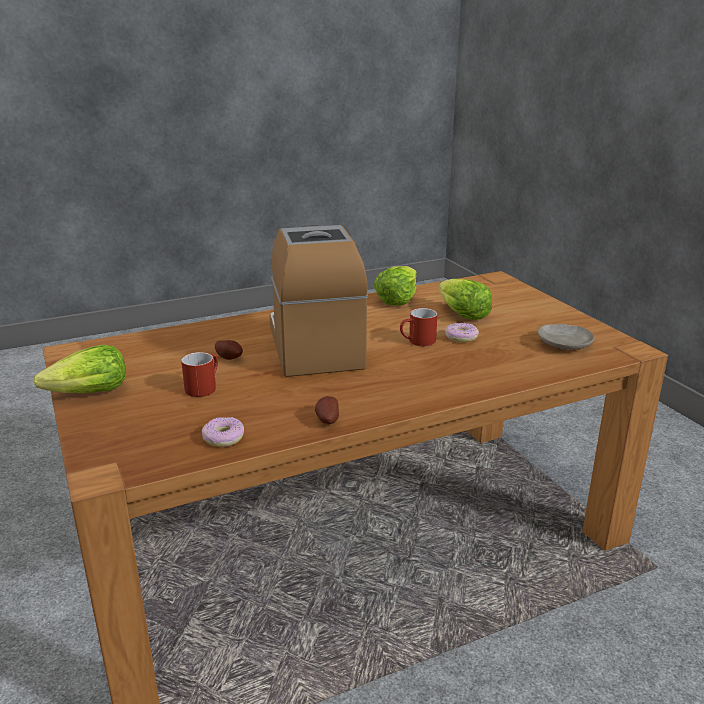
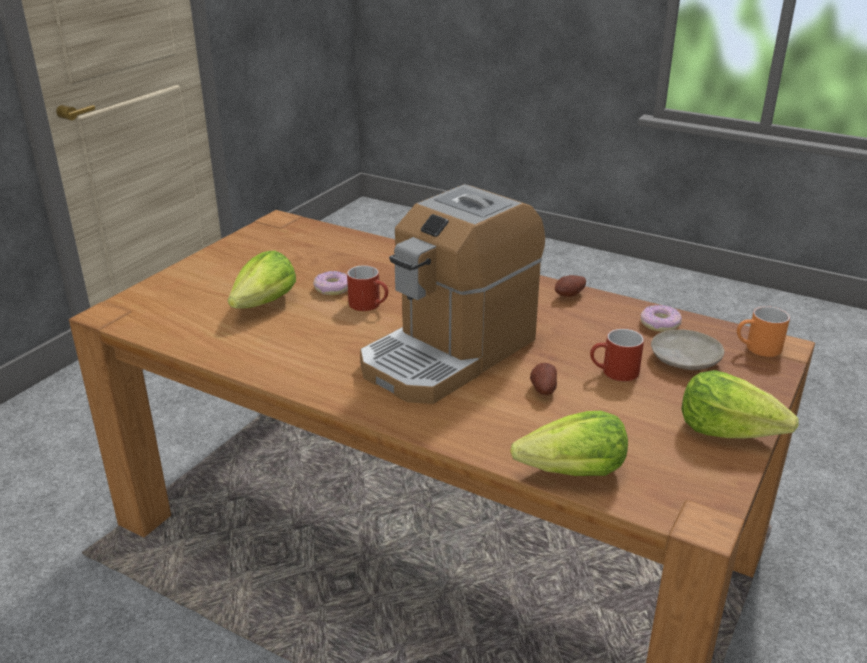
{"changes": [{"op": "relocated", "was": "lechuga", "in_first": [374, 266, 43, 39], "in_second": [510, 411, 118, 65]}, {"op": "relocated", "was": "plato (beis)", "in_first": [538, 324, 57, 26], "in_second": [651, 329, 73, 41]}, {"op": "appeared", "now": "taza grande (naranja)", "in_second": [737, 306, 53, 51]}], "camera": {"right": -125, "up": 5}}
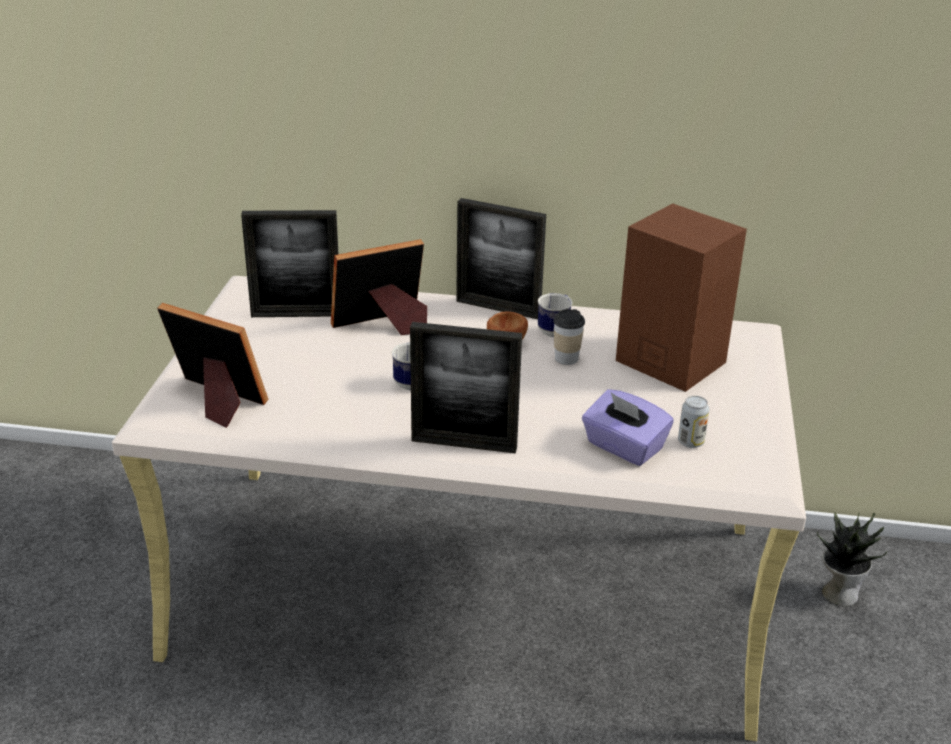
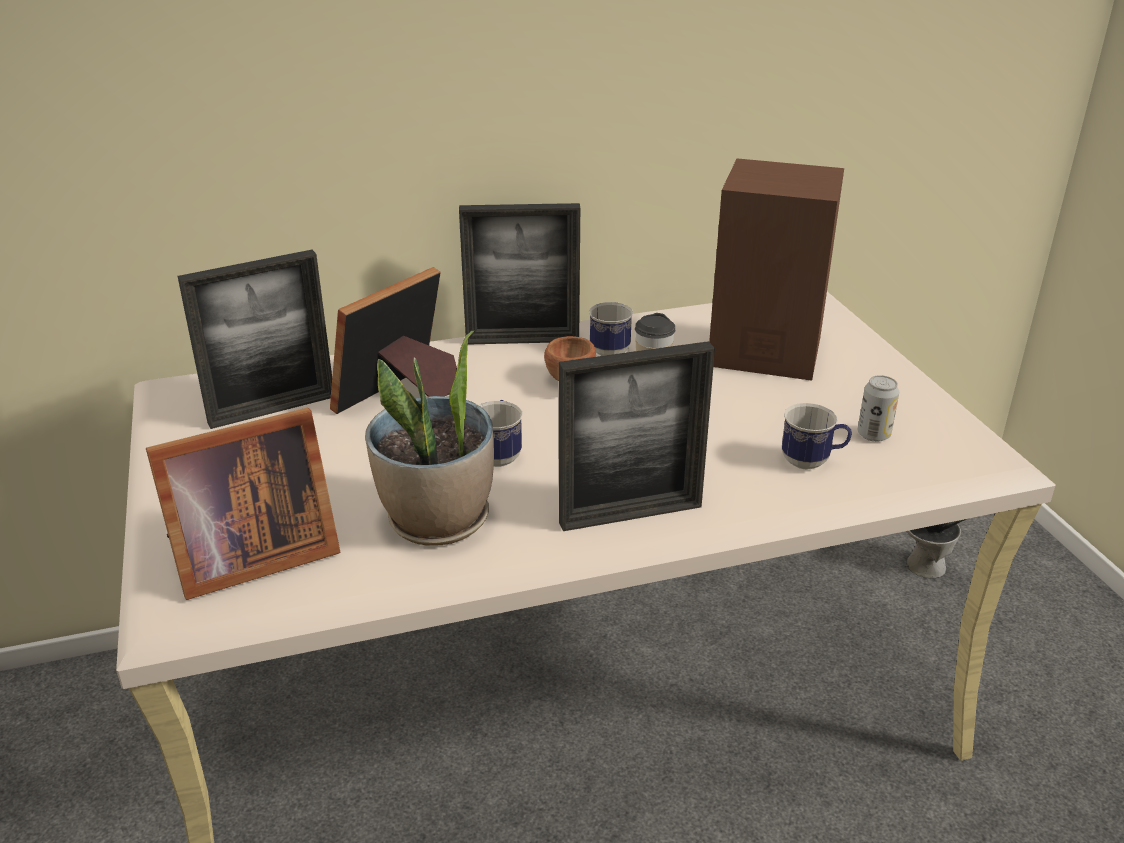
{"changes": [{"op": "spun", "was": "portarretratos", "in_first": [157, 303, 111, 125], "in_second": [146, 408, 195, 192], "clockwise": 150}, {"op": "exchanged", "was": "caja de pañuelos (morado)", "now": "taza grande", "in_first": [582, 389, 92, 77], "in_second": [782, 403, 70, 66]}, {"op": "appeared", "now": "planta en maceta", "in_second": [365, 331, 129, 215]}], "camera": {"right": -25, "up": 0}}
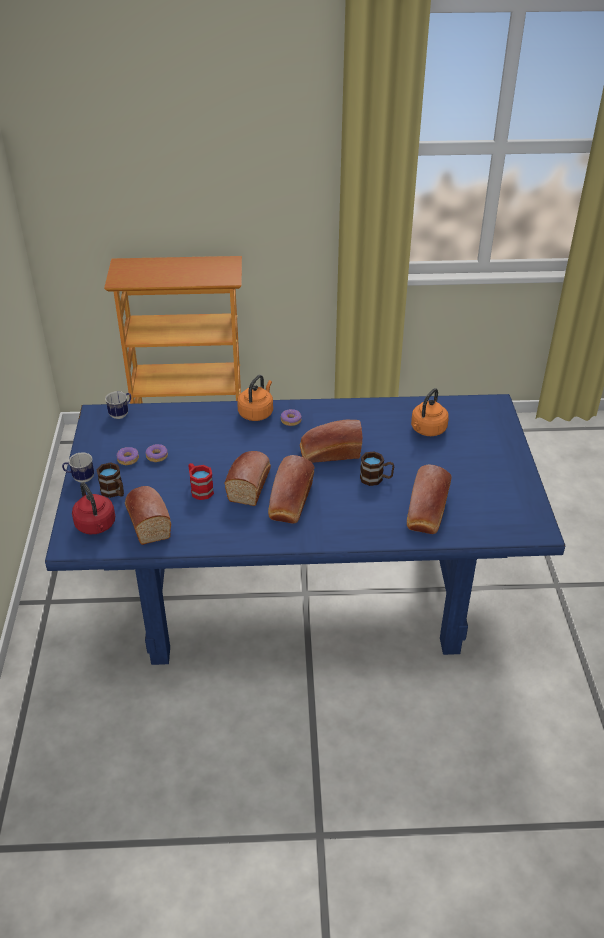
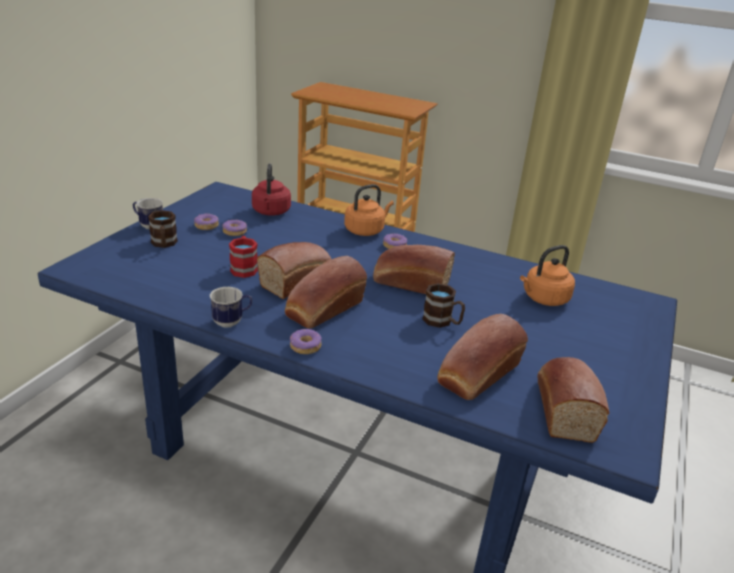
{"changes": [{"op": "relocated", "was": "hervidor (rojo)", "in_first": [72, 482, 43, 52], "in_second": [252, 164, 39, 52]}, {"op": "relocated", "was": "taza grande", "in_first": [105, 391, 26, 28], "in_second": [210, 287, 42, 41]}, {"op": "relocated", "was": "pan", "in_first": [125, 486, 46, 59], "in_second": [537, 357, 72, 86]}, {"op": "appeared", "now": "rosquilla", "in_second": [290, 329, 32, 25]}], "camera": {"right": 25, "up": -10}}
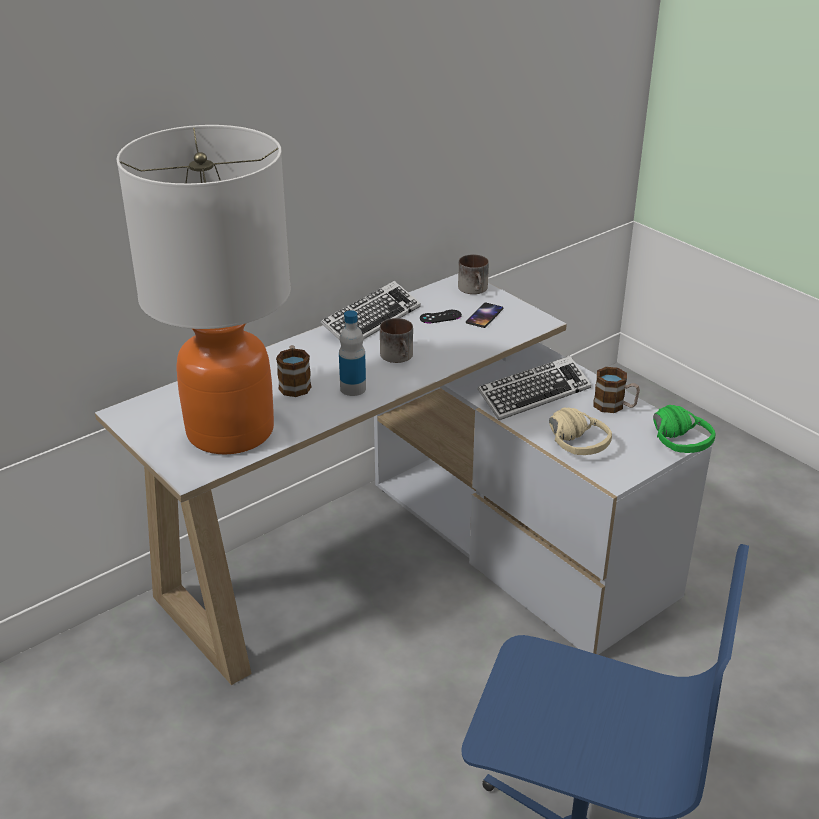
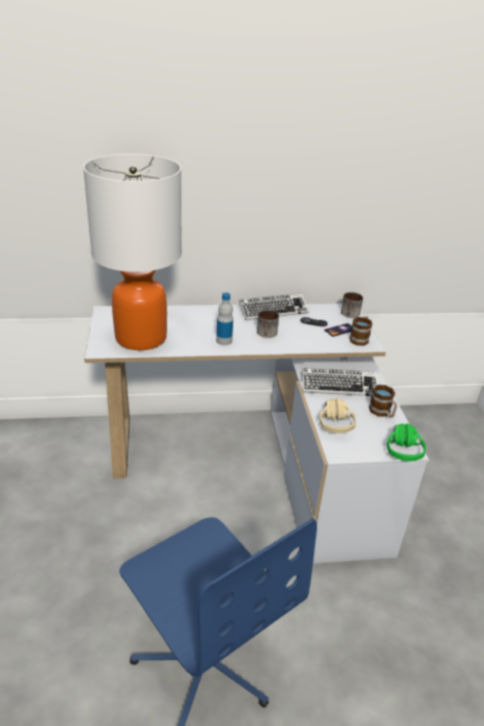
{"changes": [{"op": "relocated", "was": "taza grande", "in_first": [276, 345, 35, 52], "in_second": [350, 316, 22, 30]}], "camera": {"right": 30, "up": 0}}
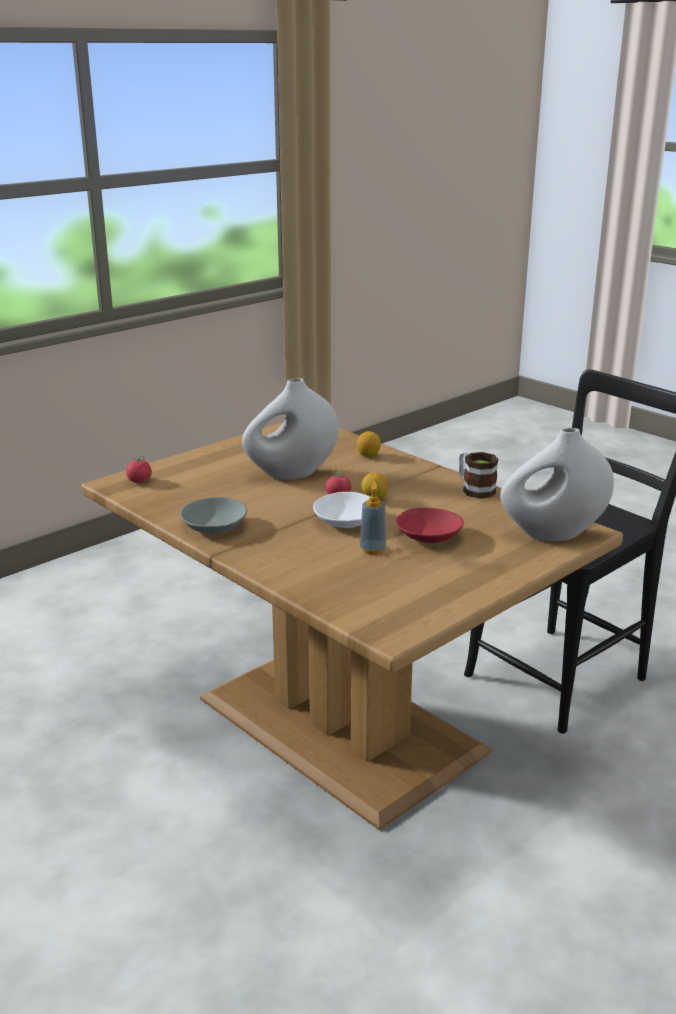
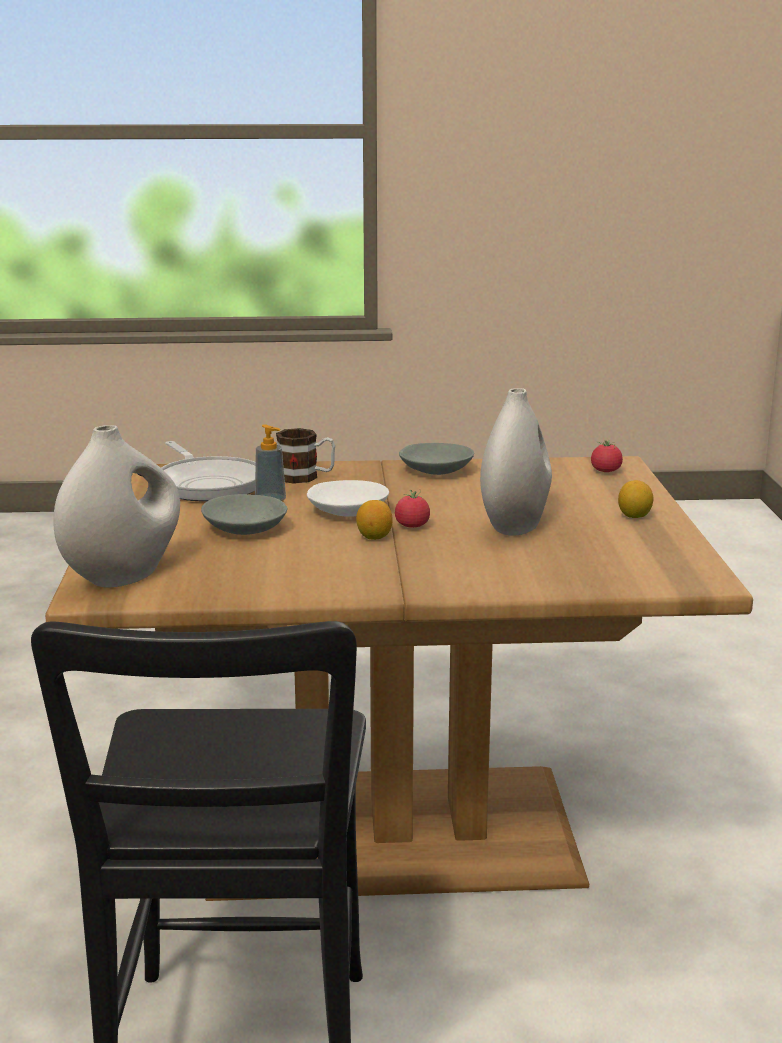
{"changes": [{"op": "relocated", "was": "limón", "in_first": [357, 431, 24, 26], "in_second": [618, 480, 35, 38]}, {"op": "colour", "was": "cuenco (rojo)", "now": "cuenco (gris)", "in_first": [395, 507, 69, 36], "in_second": [201, 494, 86, 41]}, {"op": "relocated", "was": "taza grande", "in_first": [459, 452, 40, 47], "in_second": [276, 428, 59, 56]}, {"op": "appeared", "now": "sartén", "in_second": [161, 441, 95, 61]}], "camera": {"right": 130, "up": -5}}
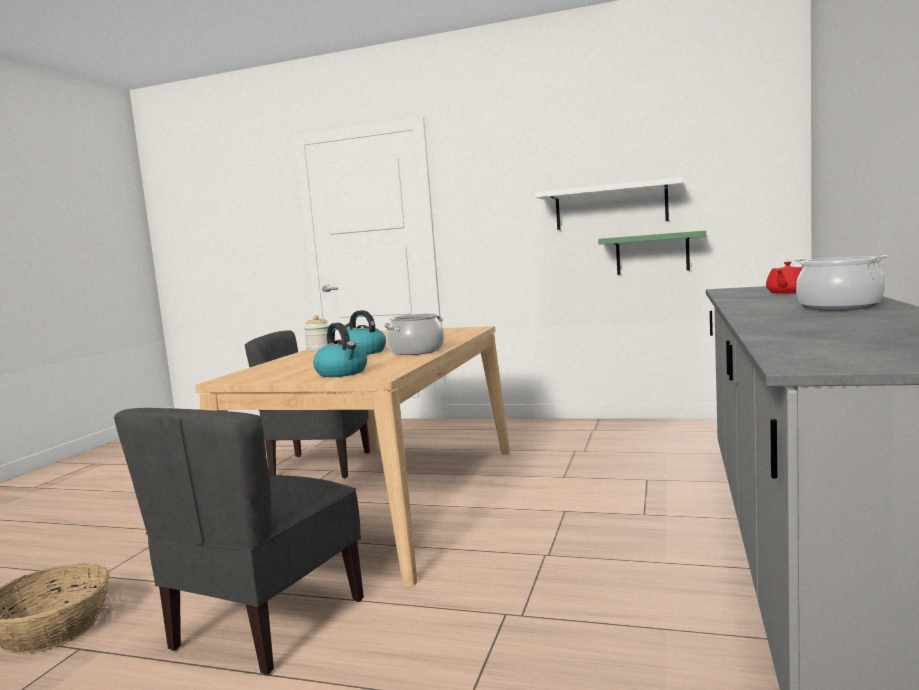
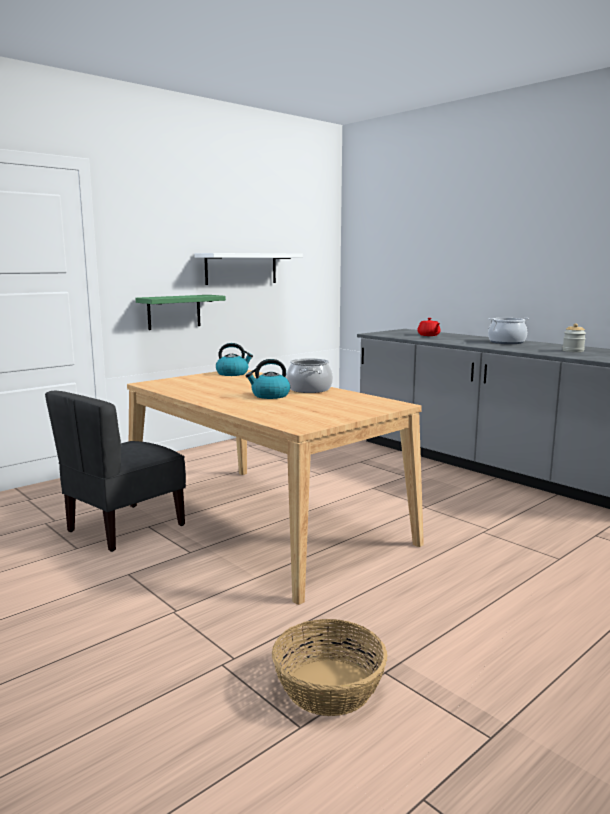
{"changes": [{"op": "missing", "was": "silla (gris)", "in_first": [114, 408, 250, 267]}, {"op": "relocated", "was": "tarro", "in_first": [304, 315, 26, 36], "in_second": [563, 323, 23, 29]}, {"op": "relocated", "was": "hervidor", "in_first": [313, 323, 54, 54], "in_second": [216, 343, 37, 33]}, {"op": "relocated", "was": "estante (verde)", "in_first": [598, 230, 108, 45], "in_second": [135, 295, 91, 35]}], "camera": {"right": -60, "up": 5}}
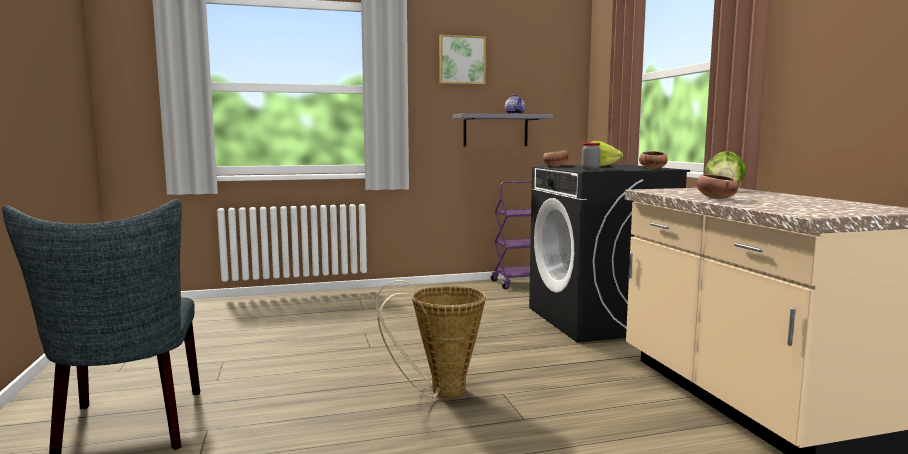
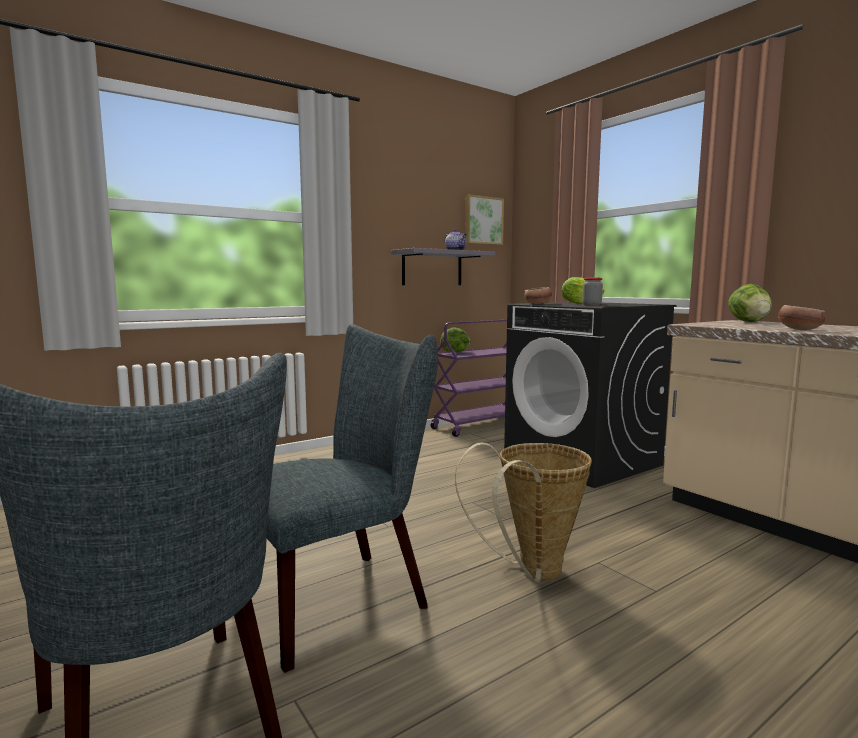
{"changes": [{"op": "relocated", "was": "cuadro", "in_first": [439, 34, 47, 51], "in_second": [465, 194, 39, 51]}, {"op": "missing", "was": "cuenco", "in_first": [639, 151, 29, 18]}, {"op": "appeared", "now": "silla (gris)", "in_second": [267, 324, 171, 349]}, {"op": "appeared", "now": "lechuga", "in_second": [440, 327, 30, 25]}], "camera": {"right": -20, "up": 0}}
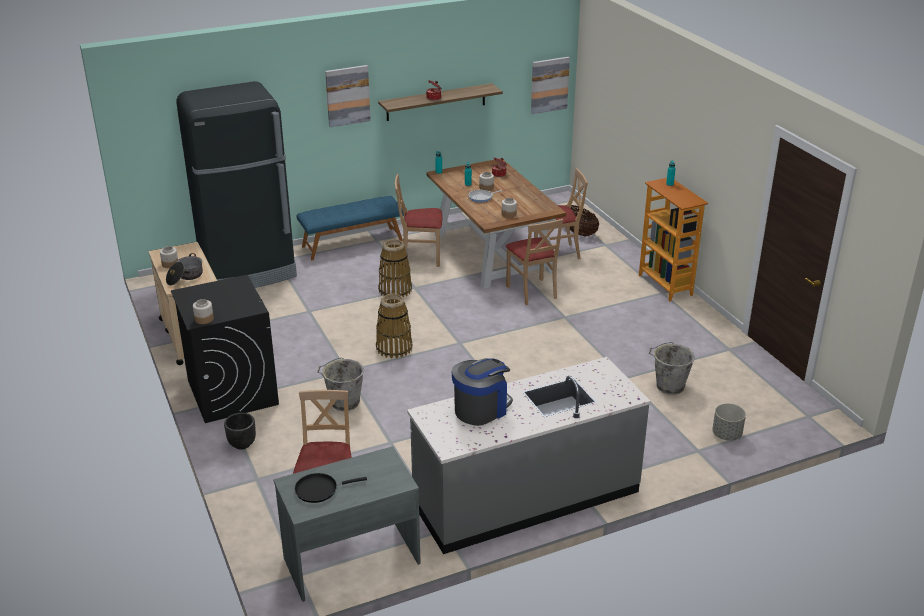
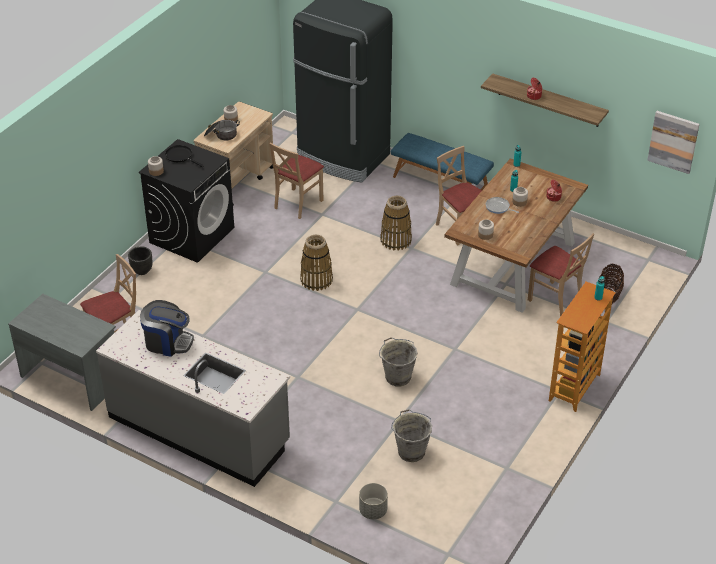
{"changes": [{"op": "relocated", "was": "sartén (negro)", "in_first": [295, 473, 72, 30], "in_second": [165, 145, 39, 22]}, {"op": "relocated", "was": "cubo (gris)", "in_first": [317, 357, 47, 54], "in_second": [379, 337, 39, 49]}, {"op": "missing", "was": "cuadro", "in_first": [325, 65, 46, 63]}, {"op": "relocated", "was": "silla (beis)", "in_first": [506, 219, 57, 86], "in_second": [269, 143, 55, 76]}], "camera": {"right": 55, "up": 10}}
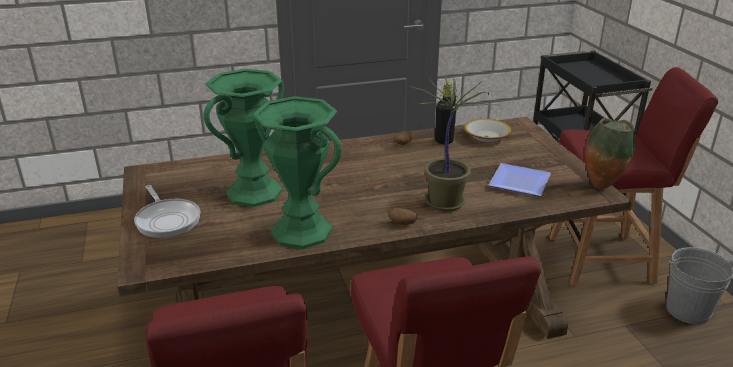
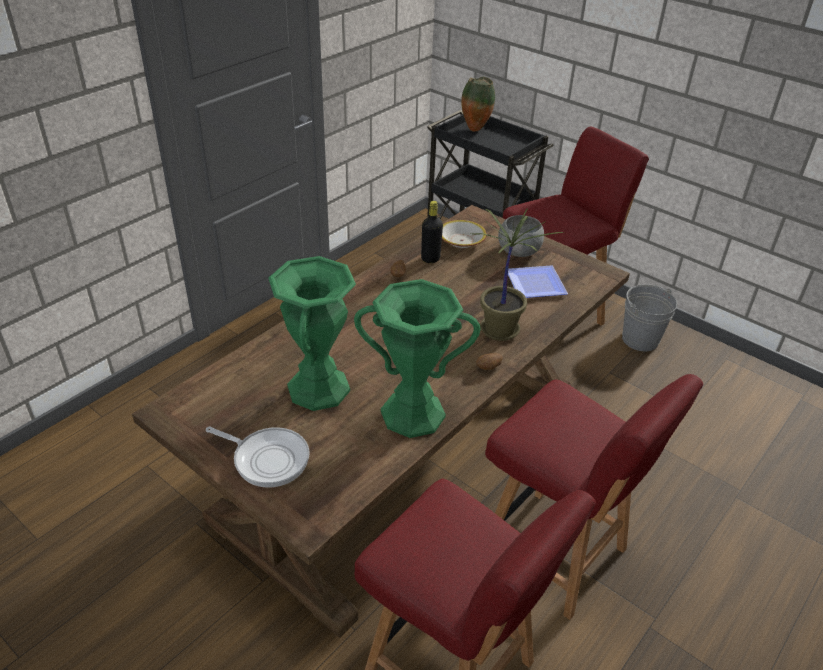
{"changes": [{"op": "relocated", "was": "florero", "in_first": [585, 117, 51, 72], "in_second": [461, 77, 34, 55]}, {"op": "appeared", "now": "cuenco (gris)", "in_second": [498, 215, 46, 42]}], "camera": {"right": -35, "up": 10}}
